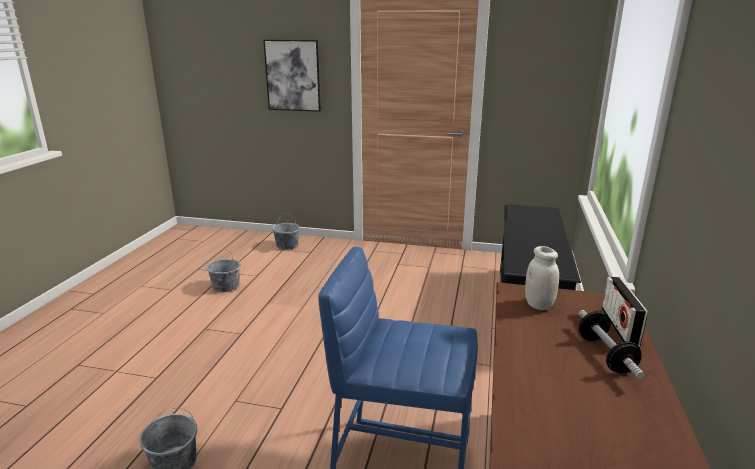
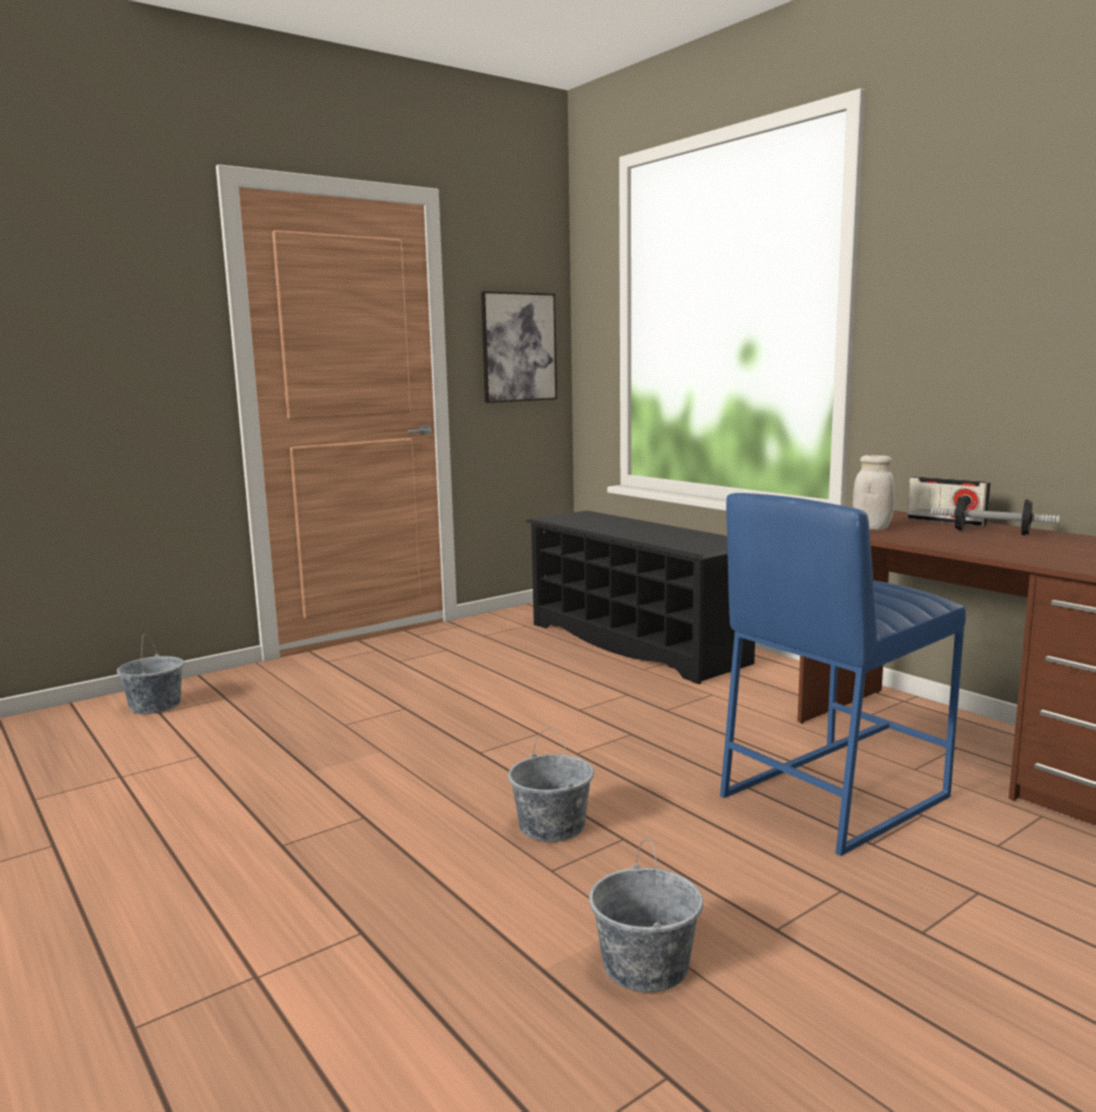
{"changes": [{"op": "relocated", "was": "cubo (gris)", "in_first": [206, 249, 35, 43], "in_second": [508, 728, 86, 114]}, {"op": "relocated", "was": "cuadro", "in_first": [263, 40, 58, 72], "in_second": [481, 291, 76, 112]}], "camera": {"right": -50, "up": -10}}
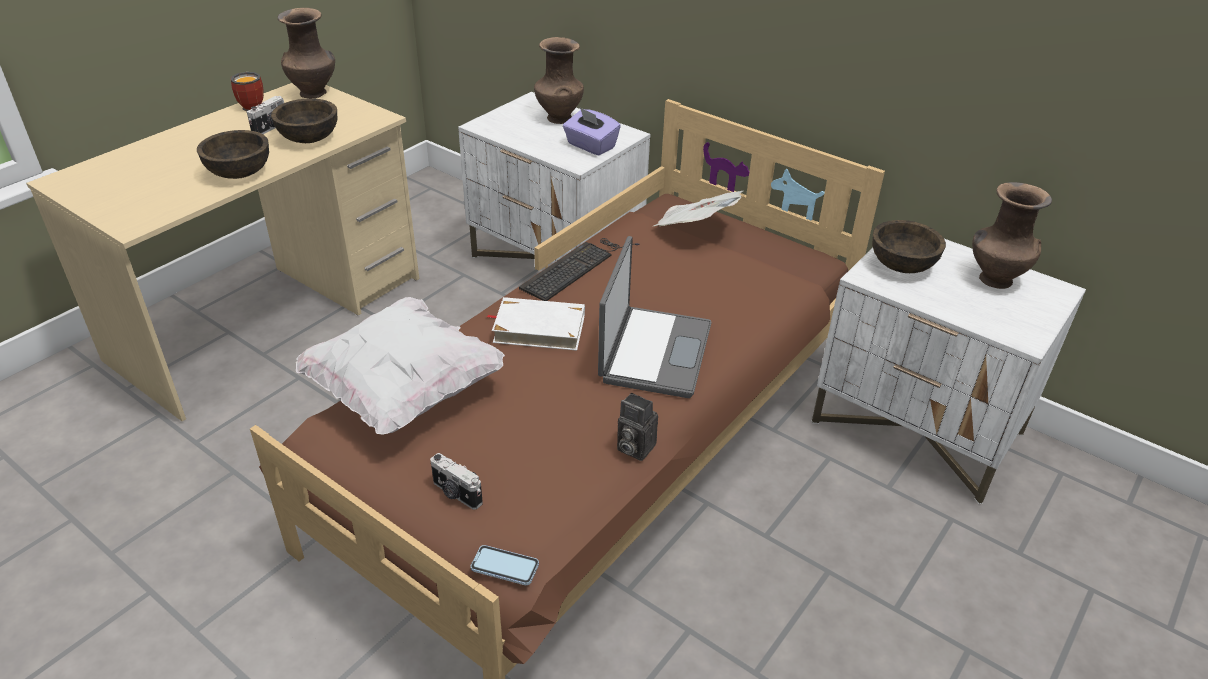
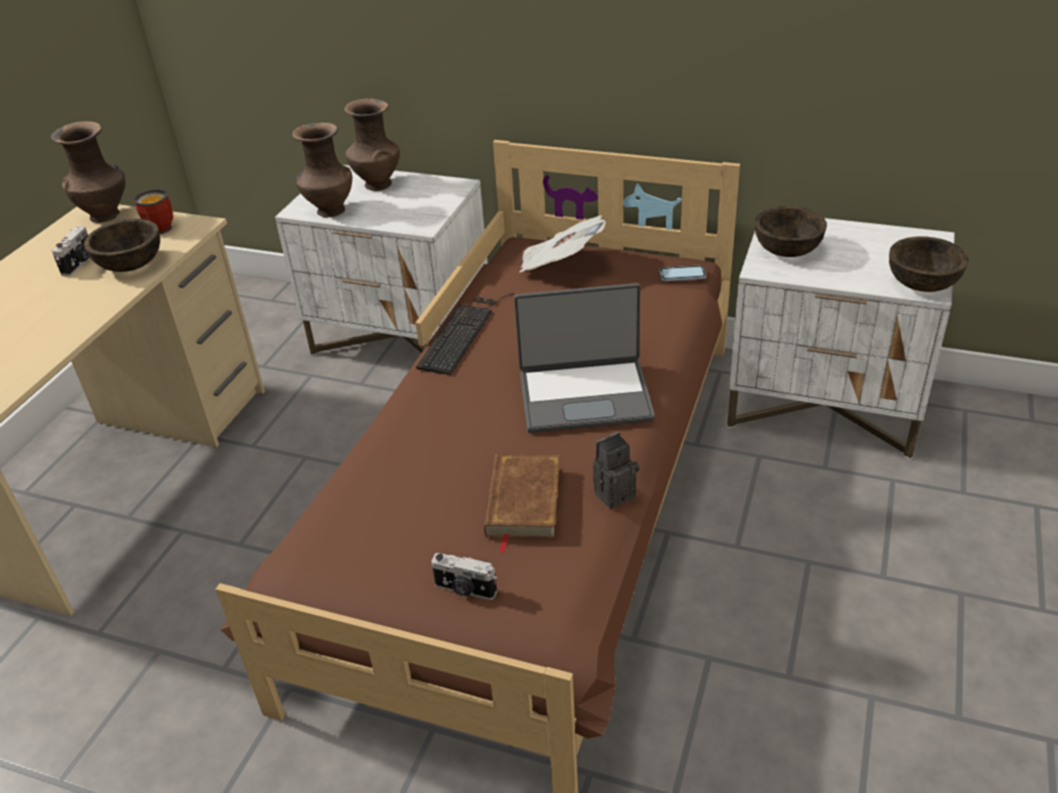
{"changes": [{"op": "relocated", "was": "cuenco (marrón)", "in_first": [197, 130, 72, 49], "in_second": [889, 236, 80, 56]}, {"op": "relocated", "was": "taza grande", "in_first": [231, 72, 33, 39], "in_second": [134, 189, 39, 45]}, {"op": "missing", "was": "cojín (blanco)", "in_first": [296, 297, 209, 138]}, {"op": "relocated", "was": "móvil", "in_first": [470, 545, 69, 40], "in_second": [660, 265, 46, 16]}, {"op": "missing", "was": "libro (blanco)", "in_first": [487, 297, 98, 54]}, {"op": "missing", "was": "caja de pañuelos (morado)", "in_first": [563, 108, 58, 48]}, {"op": "spun", "was": "portátil", "in_first": [598, 236, 114, 162], "in_second": [514, 283, 141, 150], "clockwise": 90}, {"op": "spun", "was": "cámara", "in_first": [617, 393, 41, 68], "in_second": [593, 432, 47, 77], "clockwise": 135}, {"op": "relocated", "was": "florero (marrón)", "in_first": [972, 182, 80, 107], "in_second": [292, 123, 60, 94]}, {"op": "appeared", "now": "libro (marrón)", "in_second": [484, 454, 77, 99]}], "camera": {"right": -15, "up": 0}}
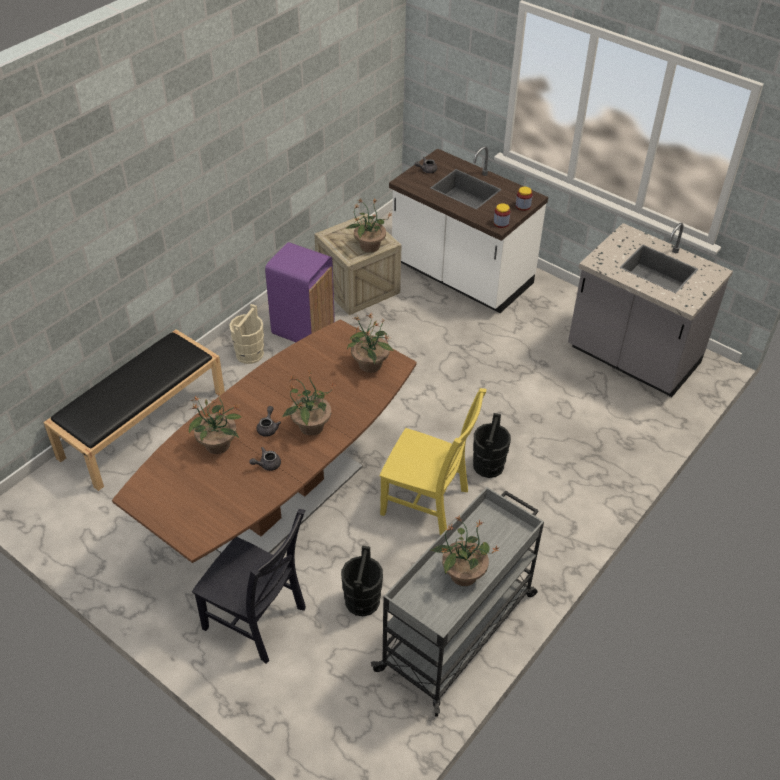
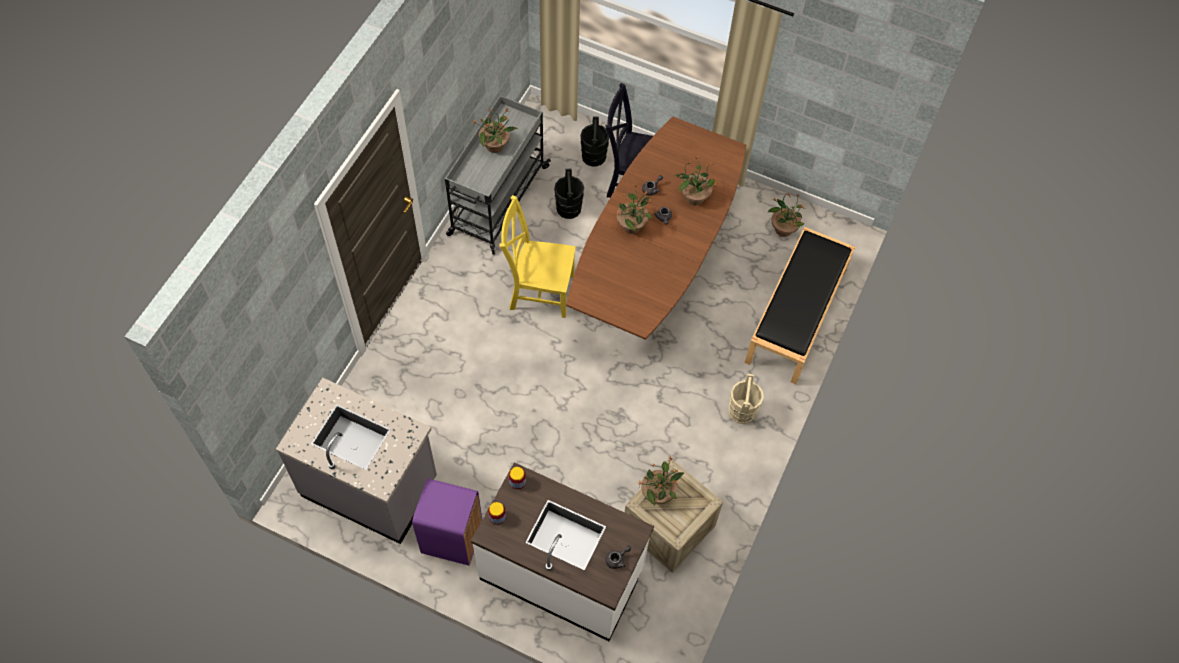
{"changes": [{"op": "relocated", "was": "papelera (morado)", "in_first": [265, 242, 70, 100], "in_second": [412, 478, 70, 88]}, {"op": "relocated", "was": "planta en maceta", "in_first": [347, 313, 47, 60], "in_second": [767, 193, 38, 44]}, {"op": "relocated", "was": "cubo (negro)", "in_first": [473, 413, 38, 65], "in_second": [580, 116, 29, 51]}], "camera": {"right": 165, "up": 15}}
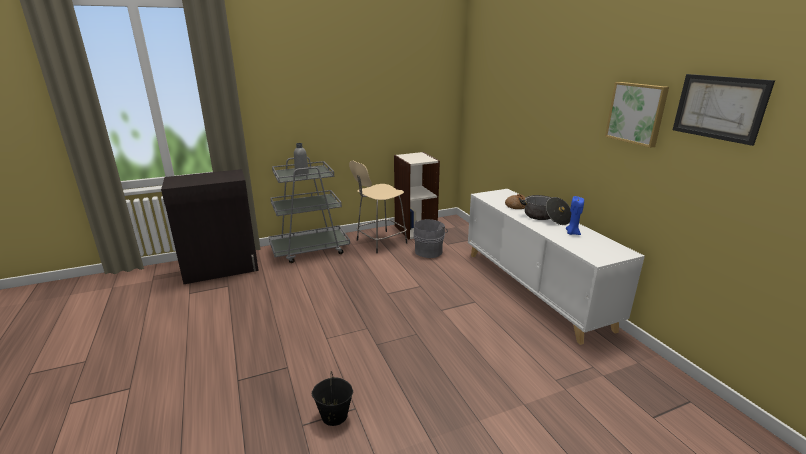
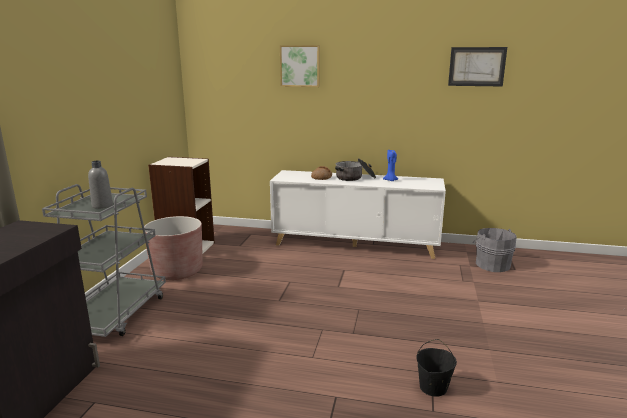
{"changes": [{"op": "exchanged", "was": "taburete (beis)", "now": "maceta (marrón)", "in_first": [349, 160, 58, 93], "in_second": [144, 216, 59, 64]}, {"op": "relocated", "was": "cubo (gris)", "in_first": [413, 219, 35, 39], "in_second": [472, 228, 45, 44]}, {"op": "relocated", "was": "cuadro", "in_first": [605, 82, 64, 66], "in_second": [280, 45, 40, 42]}], "camera": {"right": -55, "up": -5}}
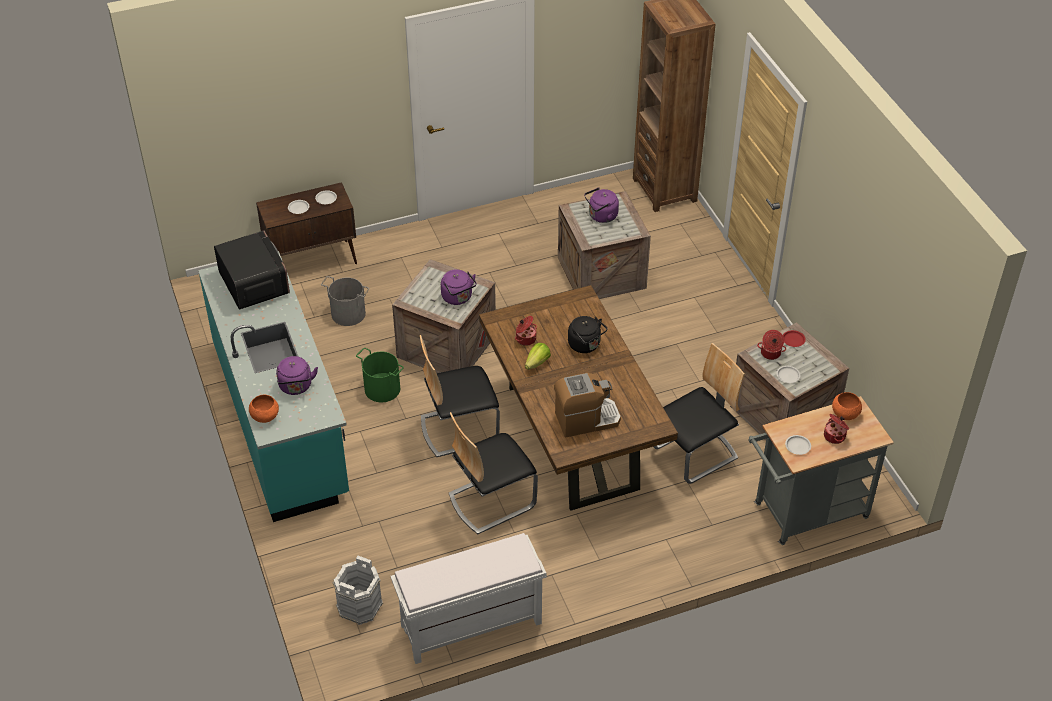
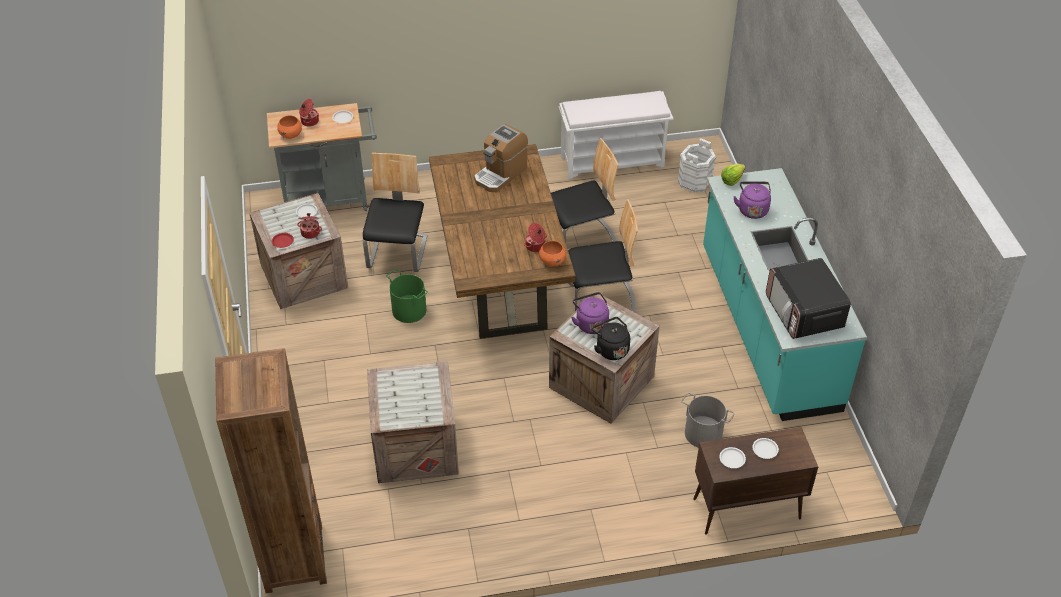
{"changes": [{"op": "relocated", "was": "cuenco (naranja)", "in_first": [249, 395, 30, 28], "in_second": [539, 241, 27, 25]}, {"op": "relocated", "was": "cubo (verde)", "in_first": [356, 348, 48, 54], "in_second": [386, 269, 42, 54]}, {"op": "relocated", "was": "lechuga", "in_first": [525, 343, 26, 27], "in_second": [721, 164, 24, 22]}, {"op": "spun", "was": "cafetera", "in_first": [554, 373, 67, 65], "in_second": [474, 124, 54, 68], "clockwise": -45}, {"op": "relocated", "was": "hervidor (negro)", "in_first": [568, 316, 39, 37], "in_second": [592, 317, 38, 43]}, {"op": "missing", "was": "hervidor (morado)", "in_first": [584, 187, 35, 36]}, {"op": "spun", "was": "silla", "in_first": [654, 343, 91, 141], "in_second": [363, 153, 65, 119], "clockwise": 120}], "camera": {"right": -170, "up": 0}}
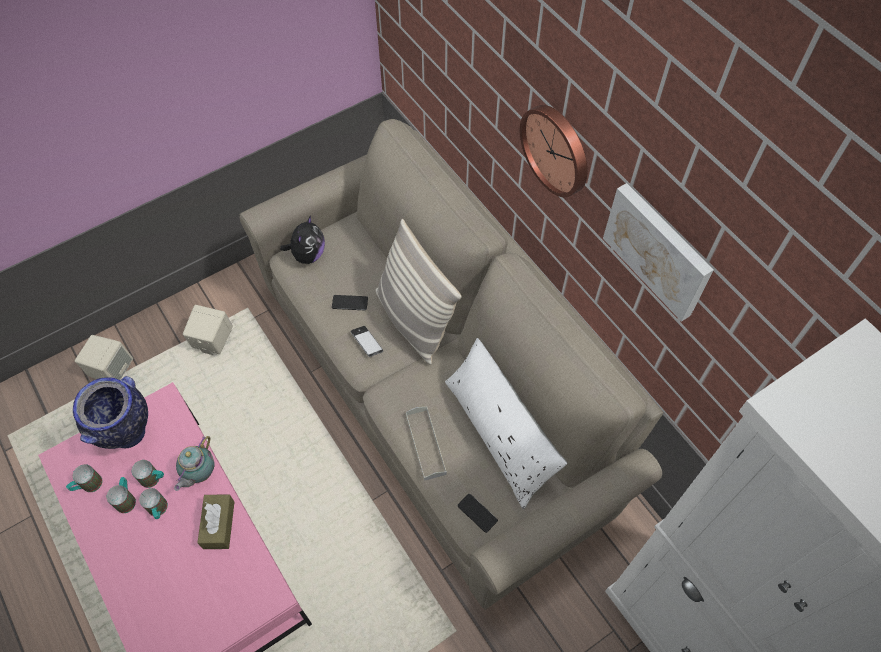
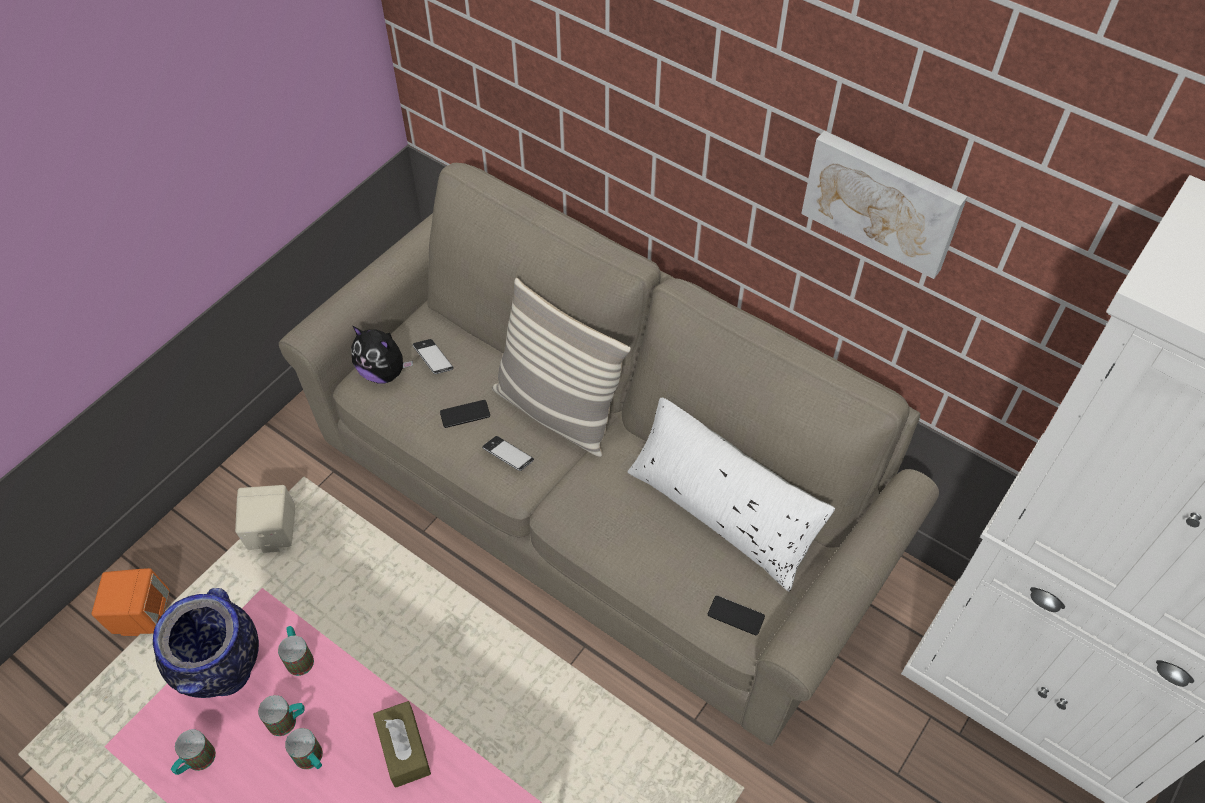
{"changes": [{"op": "colour", "was": "altavoz (beis)", "now": "altavoz (naranja)", "in_first": [75, 335, 58, 45], "in_second": [92, 568, 78, 68]}, {"op": "relocated", "was": "taza grande", "in_first": [107, 477, 29, 36], "in_second": [278, 626, 36, 50]}, {"op": "missing", "was": "tetera", "in_first": [174, 436, 41, 55]}, {"op": "spun", "was": "peluche", "in_first": [280, 215, 45, 49], "in_second": [351, 326, 62, 57], "clockwise": 120}, {"op": "missing", "was": "bandeja (gris)", "in_first": [406, 407, 41, 74]}, {"op": "missing", "was": "reloj de pared", "in_first": [520, 105, 68, 92]}, {"op": "appeared", "now": "móvil", "in_second": [412, 339, 42, 35]}], "camera": {"right": -20, "up": -5}}
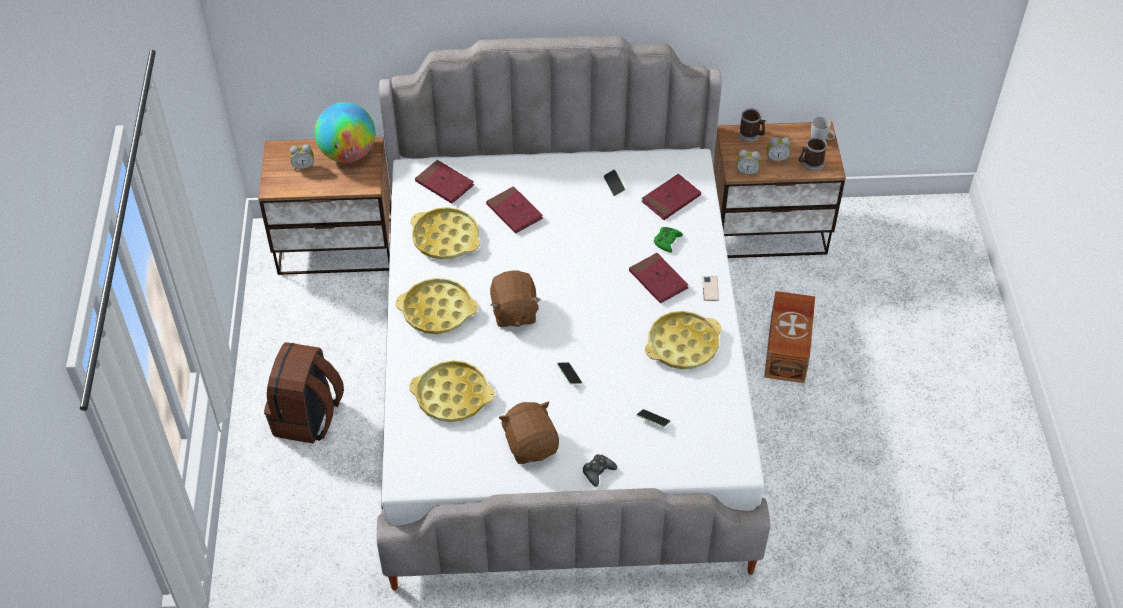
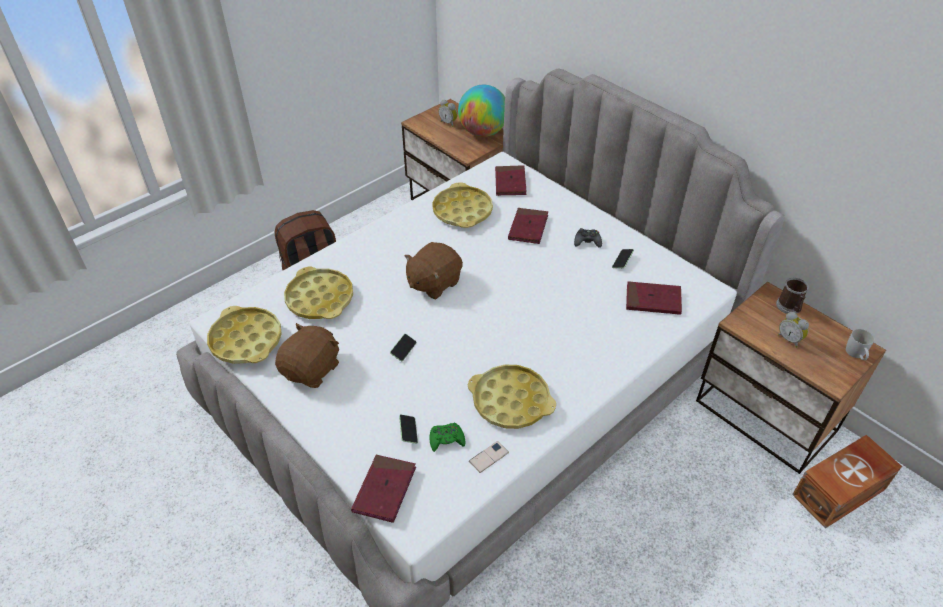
{"changes": [{"op": "relocated", "was": "bandeja (amarillo)", "in_first": [396, 278, 82, 56], "in_second": [207, 306, 75, 58]}, {"op": "relocated", "was": "mando de consola (negro)", "in_first": [583, 454, 34, 33], "in_second": [574, 228, 28, 20]}, {"op": "relocated", "was": "libro (rojo)", "in_first": [629, 253, 60, 50], "in_second": [351, 455, 65, 68]}, {"op": "relocated", "was": "mando de consola (verde)", "in_first": [654, 227, 29, 26], "in_second": [429, 423, 36, 29]}, {"op": "relocated", "was": "móvil", "in_first": [702, 276, 17, 25], "in_second": [469, 441, 40, 32]}, {"op": "missing", "was": "despertador", "in_first": [737, 150, 24, 26]}, {"op": "relocated", "was": "caja de almacenaje (marrón)", "in_first": [764, 291, 51, 92], "in_second": [792, 435, 110, 94]}, {"op": "missing", "was": "taza grande", "in_first": [799, 137, 28, 34]}], "camera": {"right": 50, "up": -5}}
